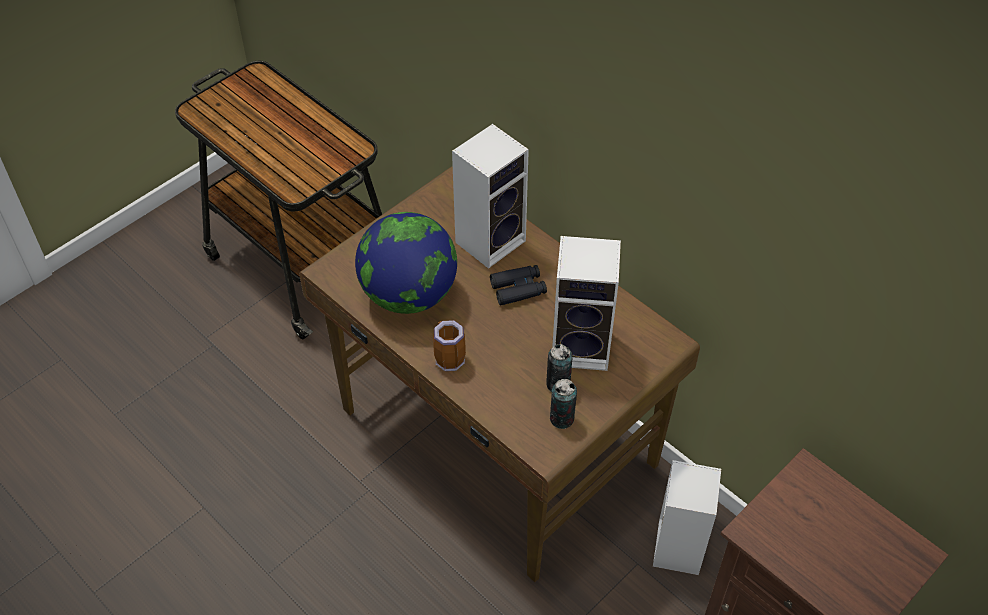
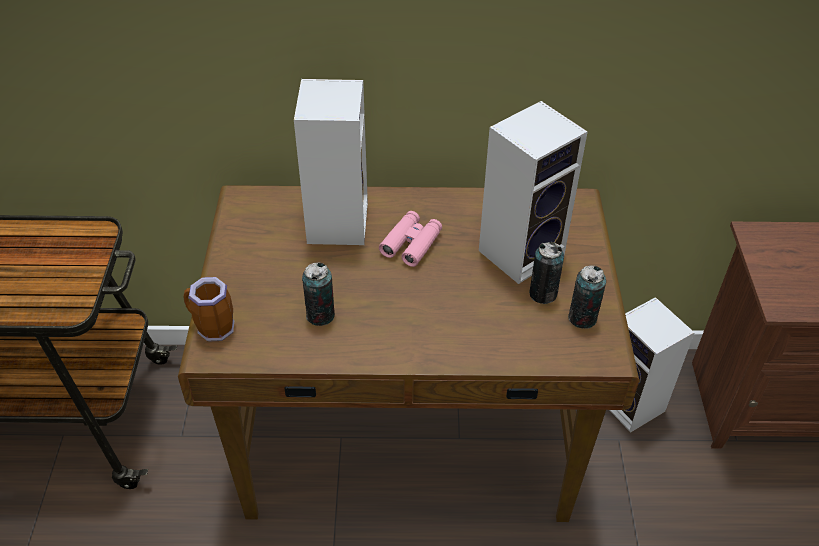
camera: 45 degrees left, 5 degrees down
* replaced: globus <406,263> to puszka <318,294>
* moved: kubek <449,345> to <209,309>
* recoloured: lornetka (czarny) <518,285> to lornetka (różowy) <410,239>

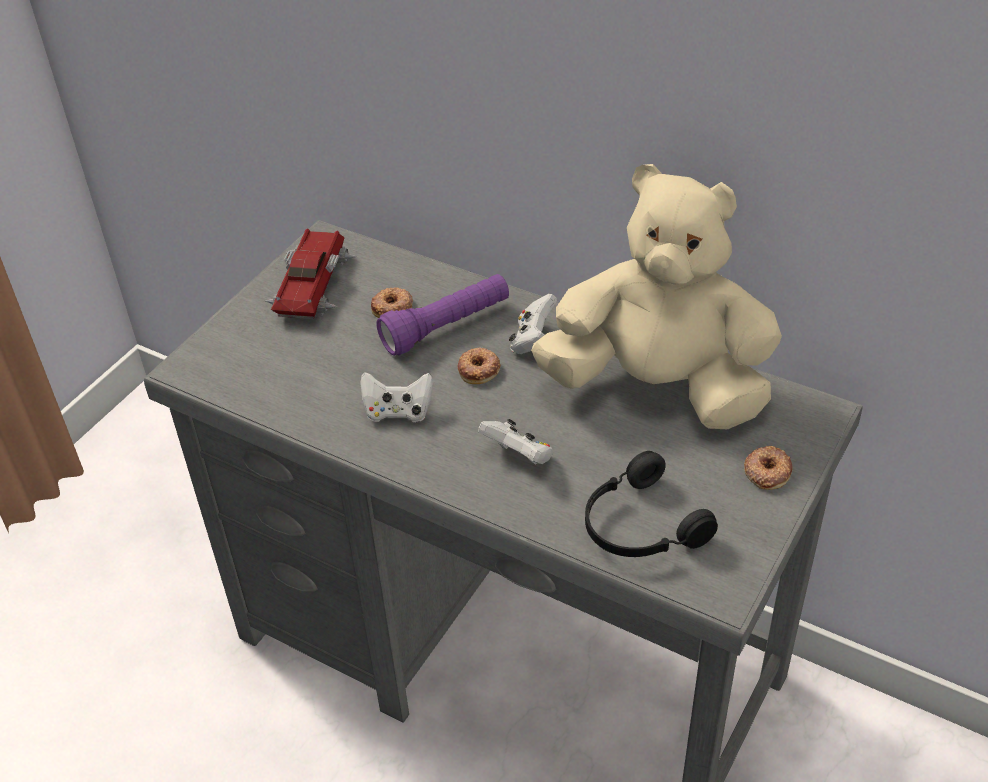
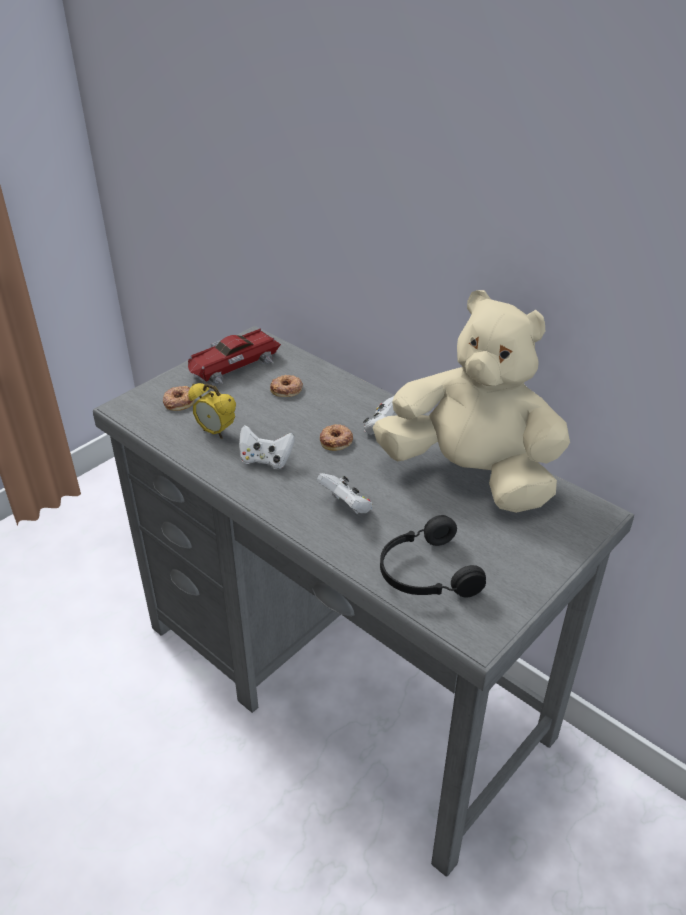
camera: 10 degrees right, 5 degrees down
* turned: samochodzik <311,273> = <234,356> 150 degrees counterclockwise
* removed: latarka (fioletowy) <442,315>
* moved: donut <768,468> to <179,398>
* added: budzik <212,411>

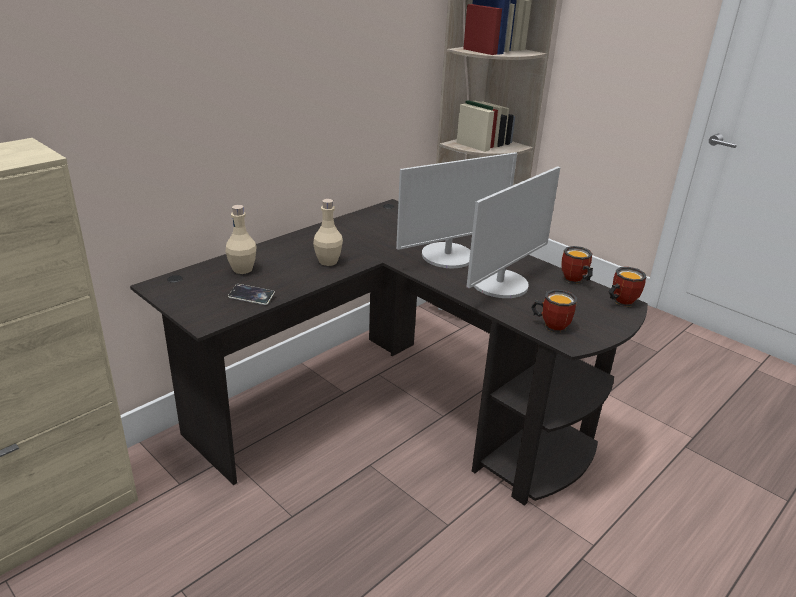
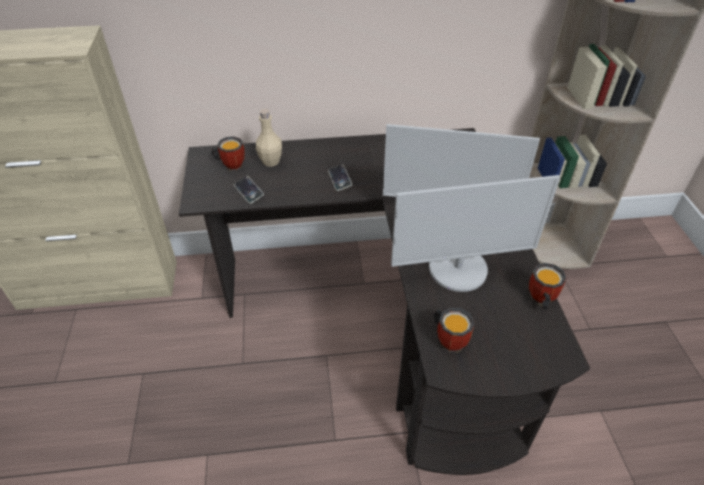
camera: 40 degrees right, 15 degrees up
* replaced: butelka (beżowy) <328,232> to telefon <340,177>
* moved: kubek <627,287> to <228,153>

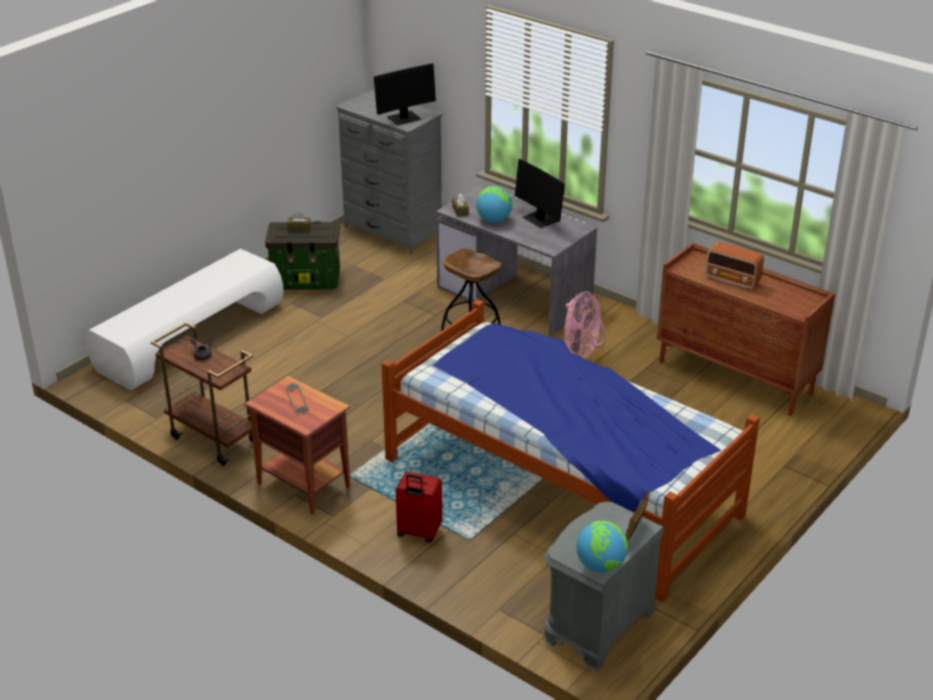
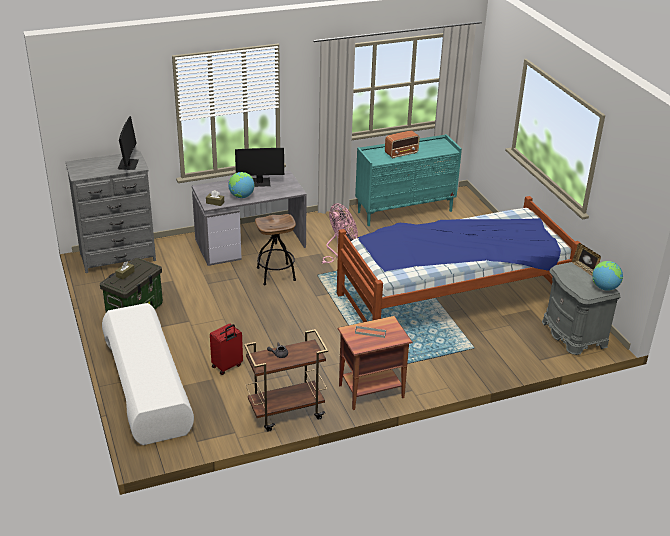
camera: 60 degrees left, 0 degrees up
* moved: walizka (czerwony) <419,507> to <226,349>
* recoloured: szafka (brązowy) <746,329> to szafka (turkusowy) <408,180>

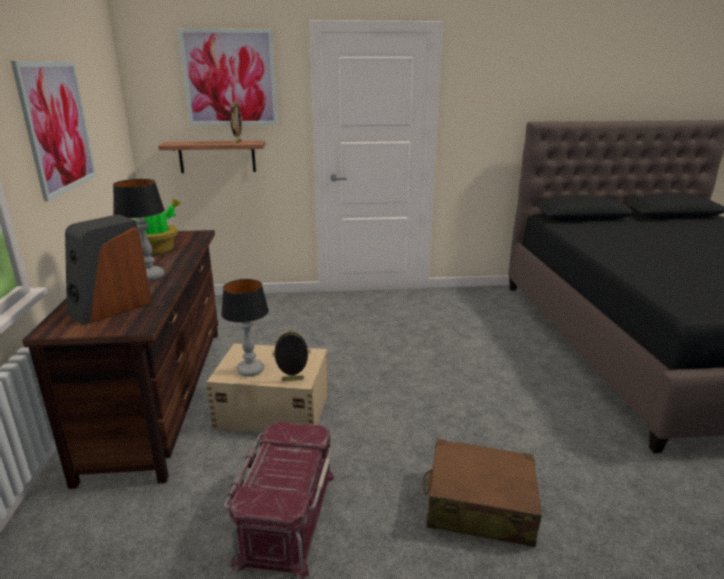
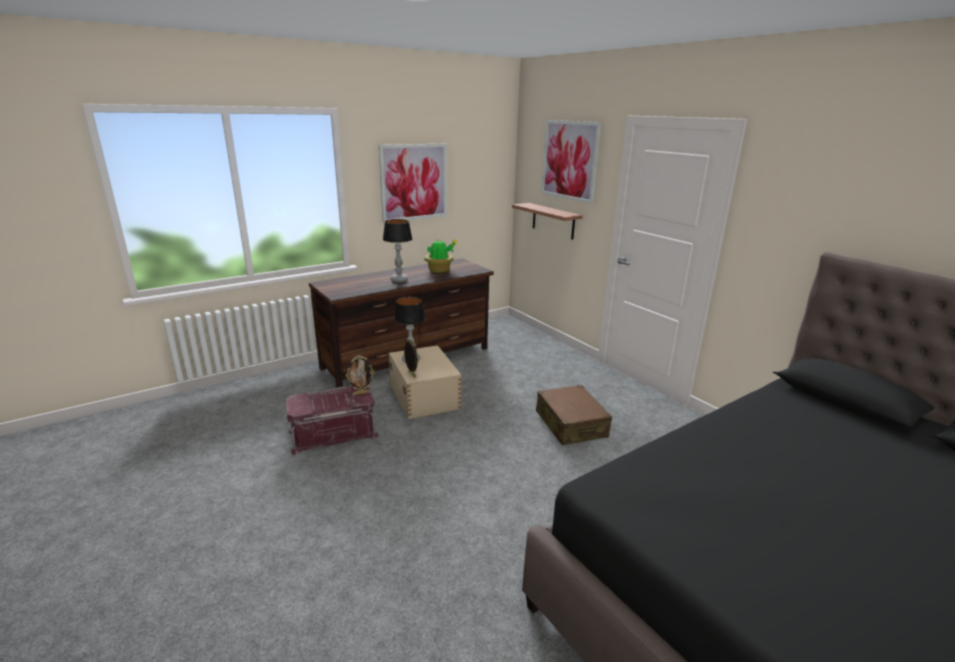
camera: 60 degrees right, 0 degrees up
* removed: głośnik <108,269>
* moved: ramka na zdjęcie <236,122> to <360,375>
* moved: walizka (brązowy) <483,493> to <574,415>

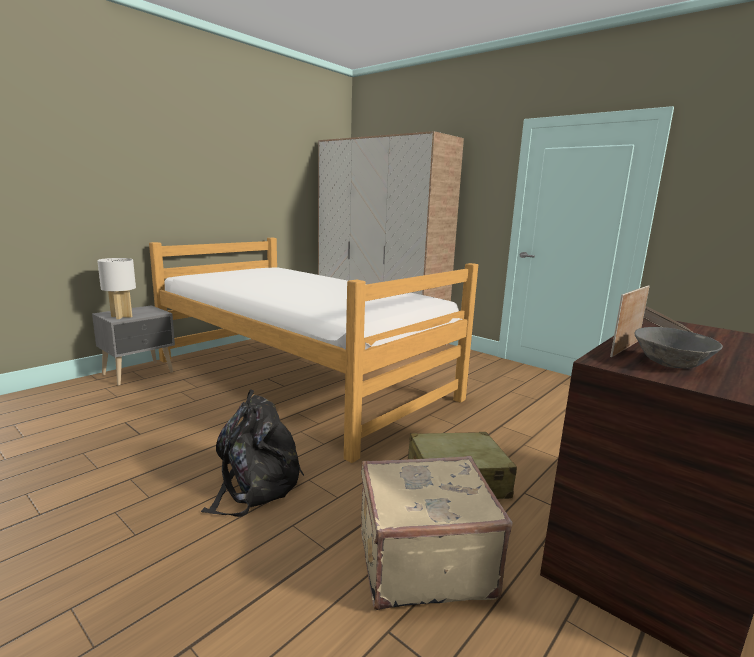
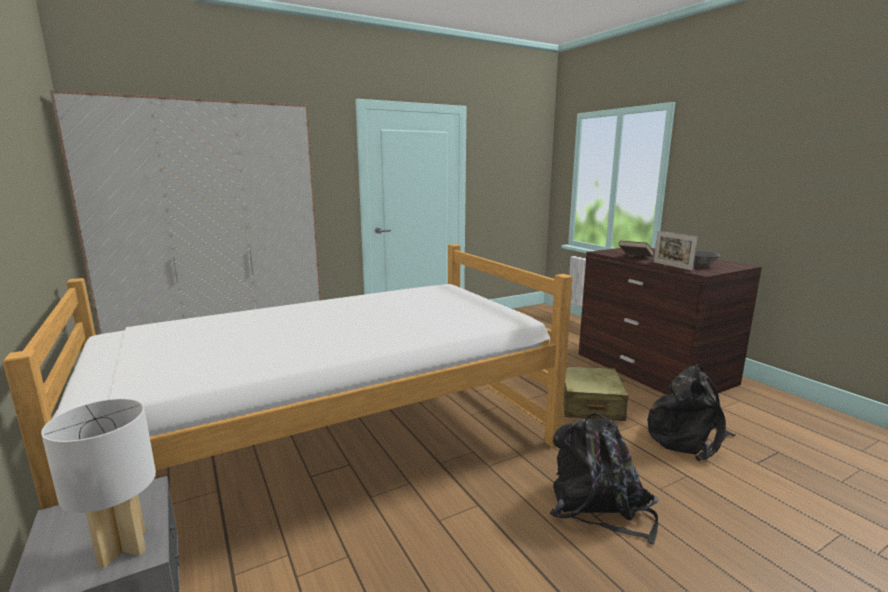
camera: 70 degrees left, 0 degrees up
* replaced: walizka (beżowy) <437,533> to plecak (czarny) <691,412>

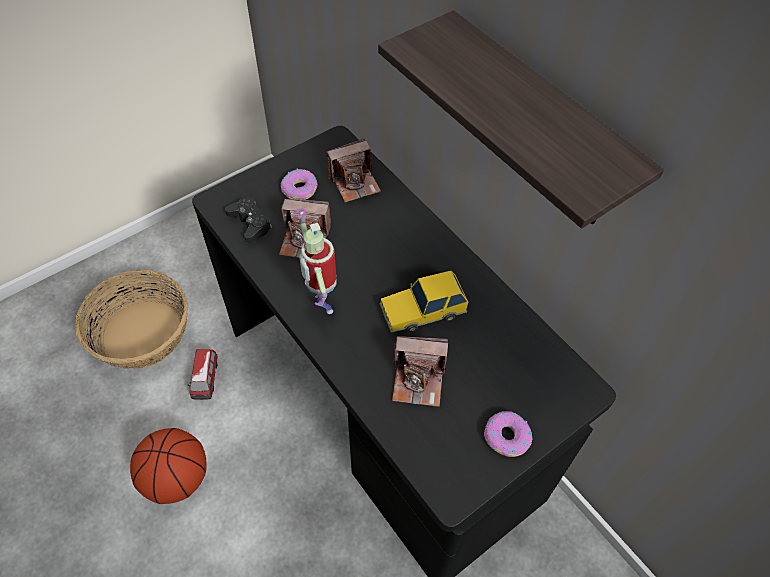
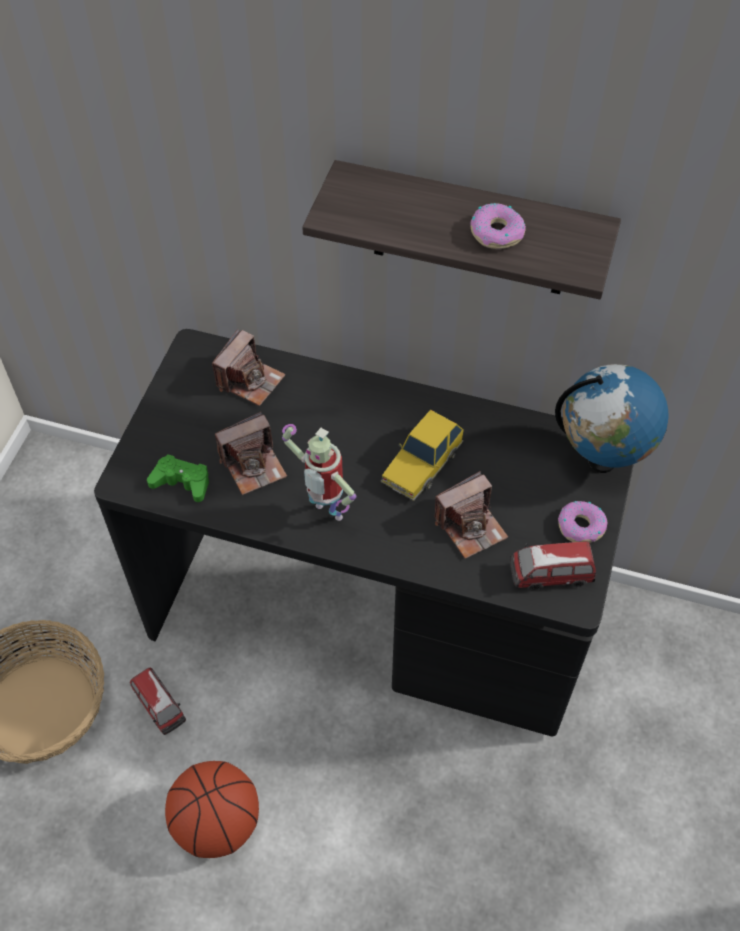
camera: 35 degrees left, 0 degrees up
* recoloured: pad do gier (czarny) <248,220> to pad do gier (zielony) <178,478>
* moved: donut <299,184> to <498,226>
* added: samochodzik <553,565>
* added: globus <612,418>

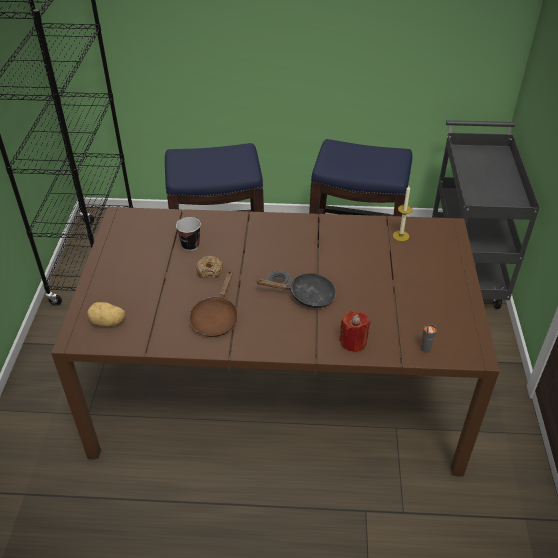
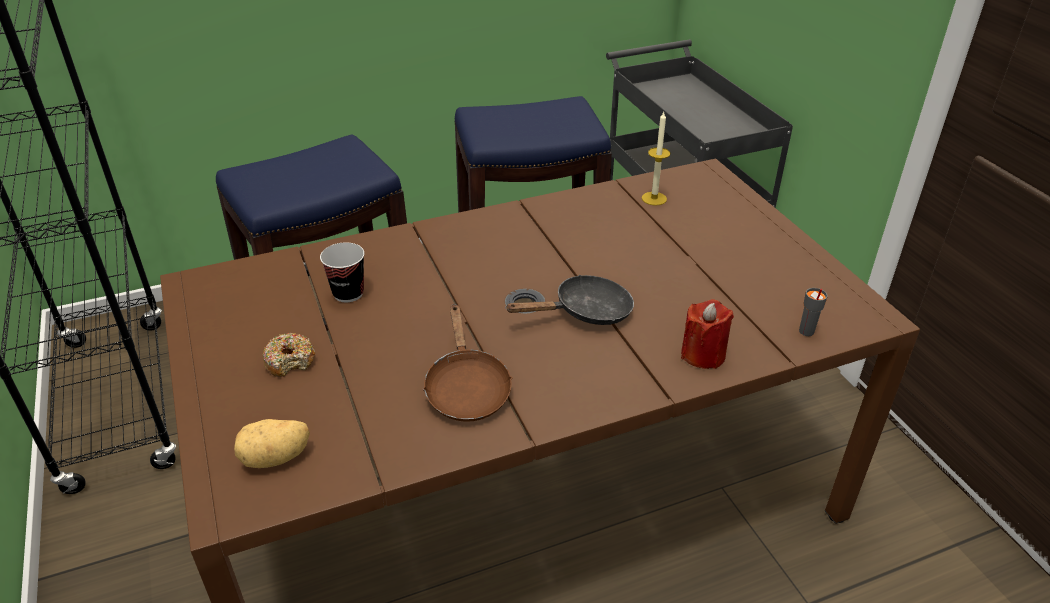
camera: 25 degrees left, 5 degrees down
* moved: donut <209,267> to <289,355>

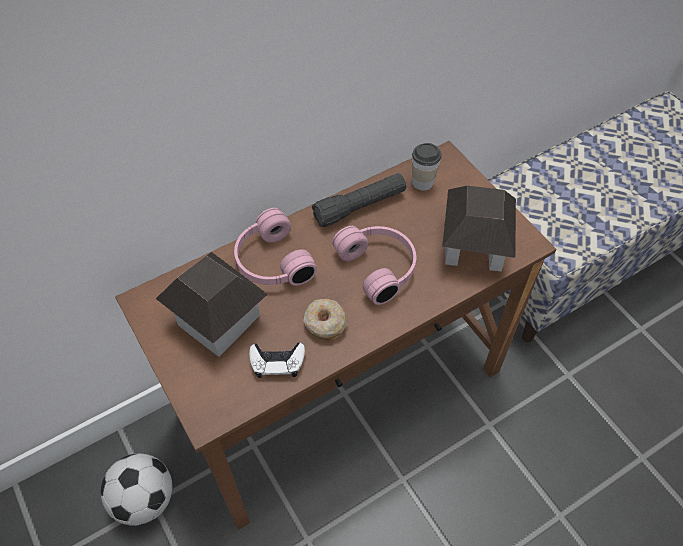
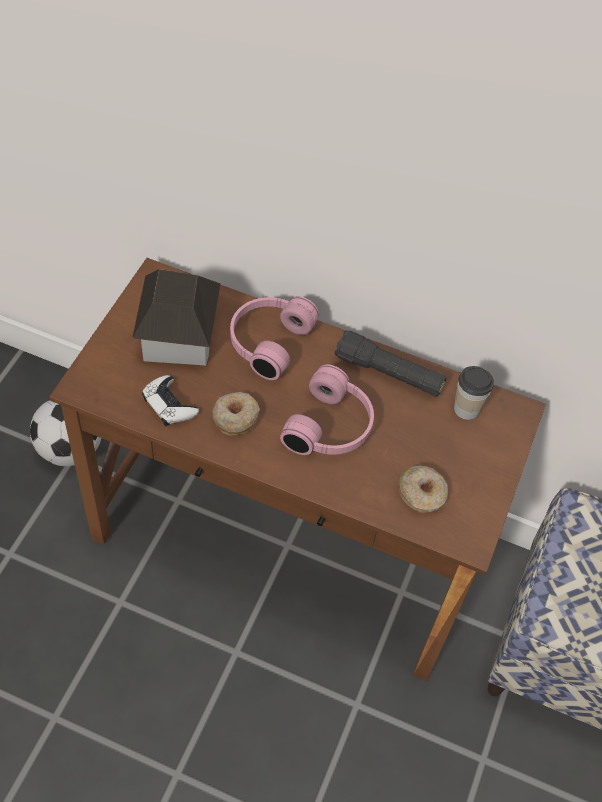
camera: 50 degrees right, 0 degrees up
* replaced: domek <479,229> to donut <423,489>

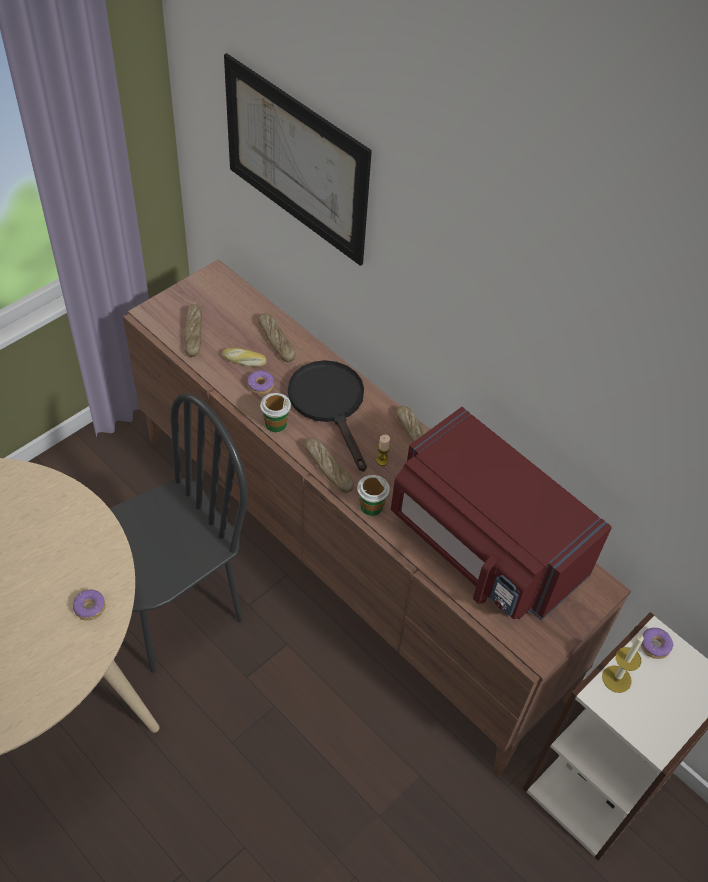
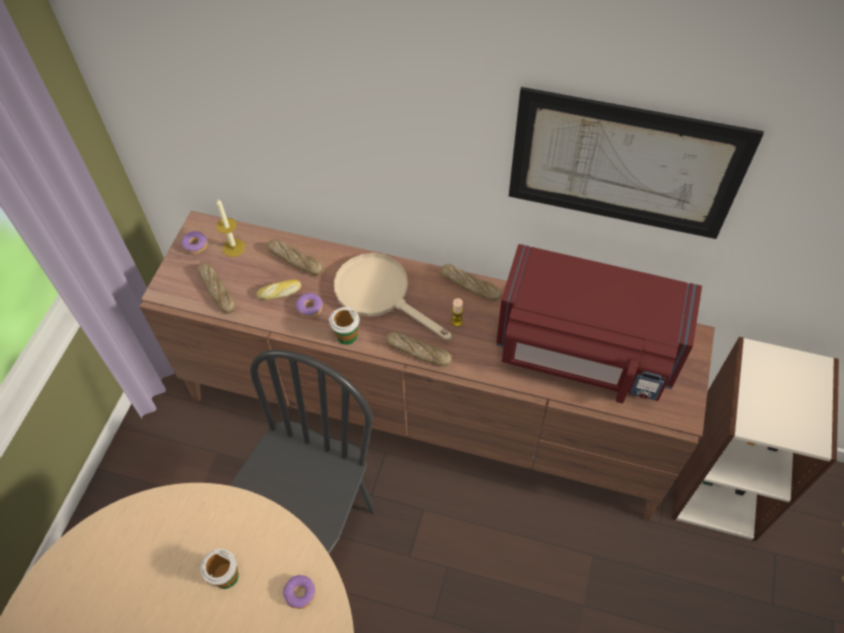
camera: 25 degrees left, 5 degrees up
* moved: obraz <298,159> to <636,163>
* recoloured: patelnia (czarny) <327,416> to patelnia (beżowy) <392,296>
* moved: filiżanka <373,495> to <219,569>
* moved: świeca <623,663> to <231,228>
* moved: donut <657,643> to <194,242>

